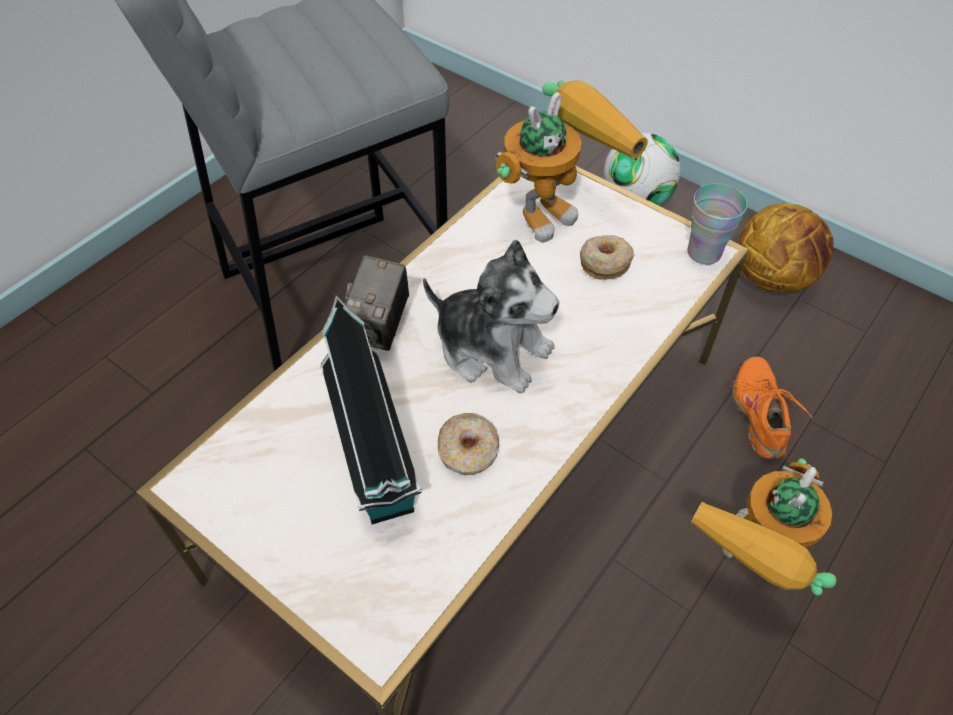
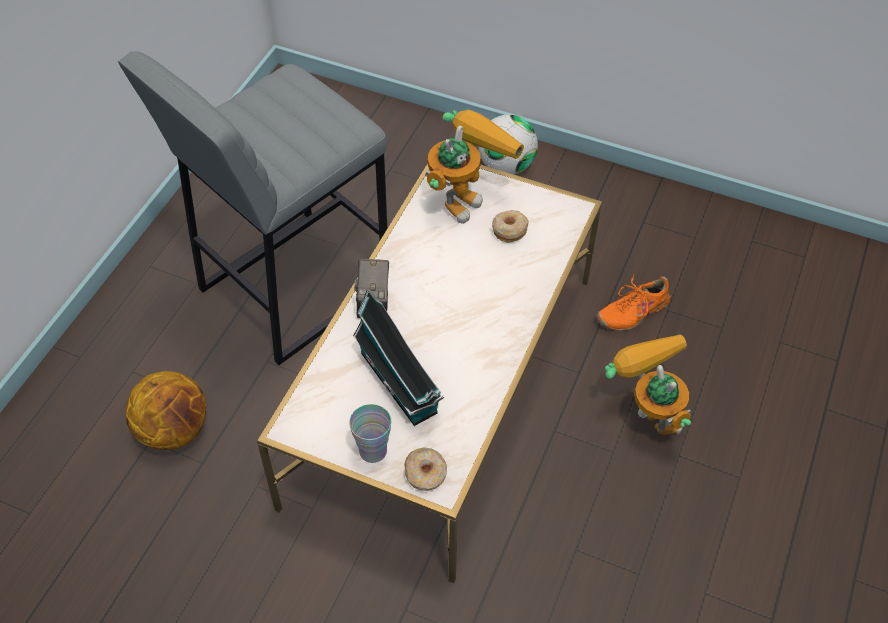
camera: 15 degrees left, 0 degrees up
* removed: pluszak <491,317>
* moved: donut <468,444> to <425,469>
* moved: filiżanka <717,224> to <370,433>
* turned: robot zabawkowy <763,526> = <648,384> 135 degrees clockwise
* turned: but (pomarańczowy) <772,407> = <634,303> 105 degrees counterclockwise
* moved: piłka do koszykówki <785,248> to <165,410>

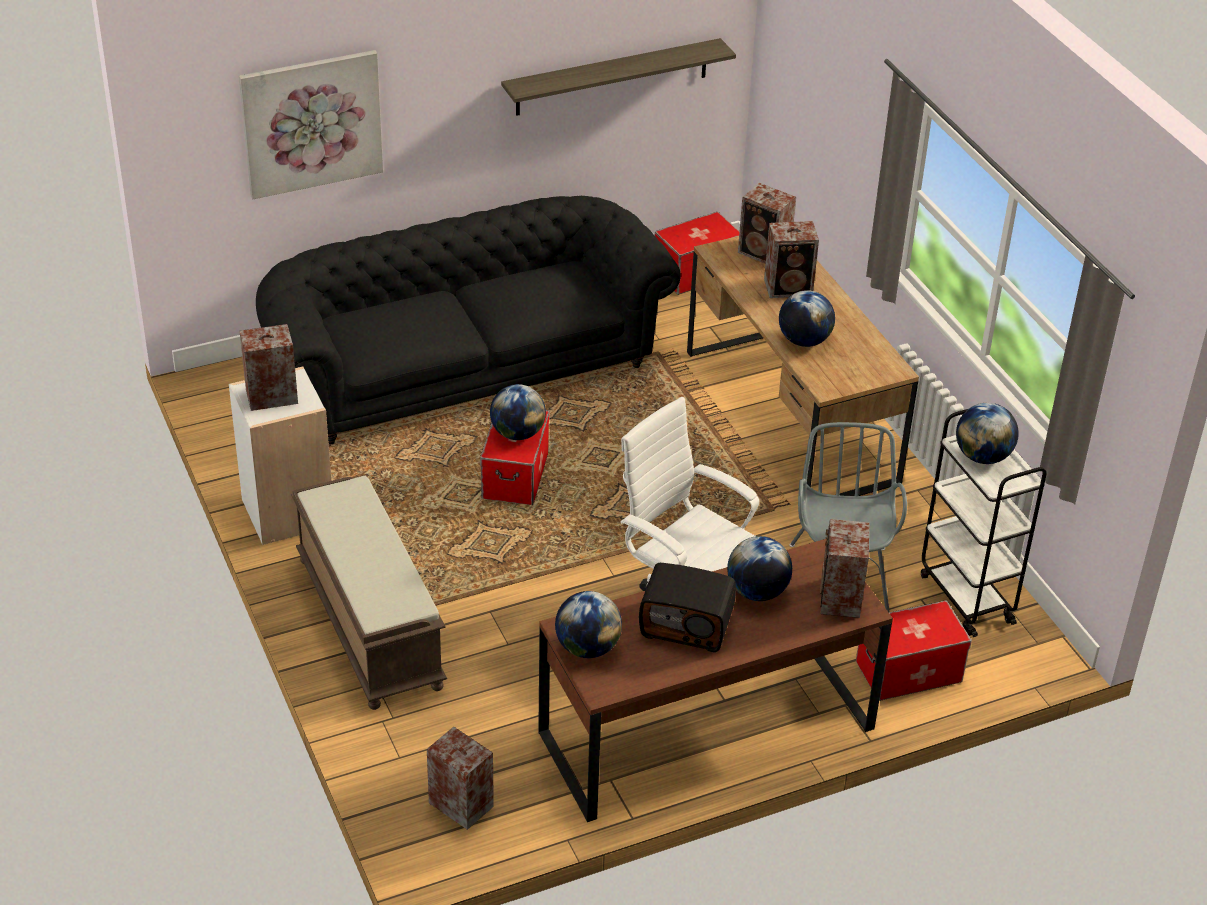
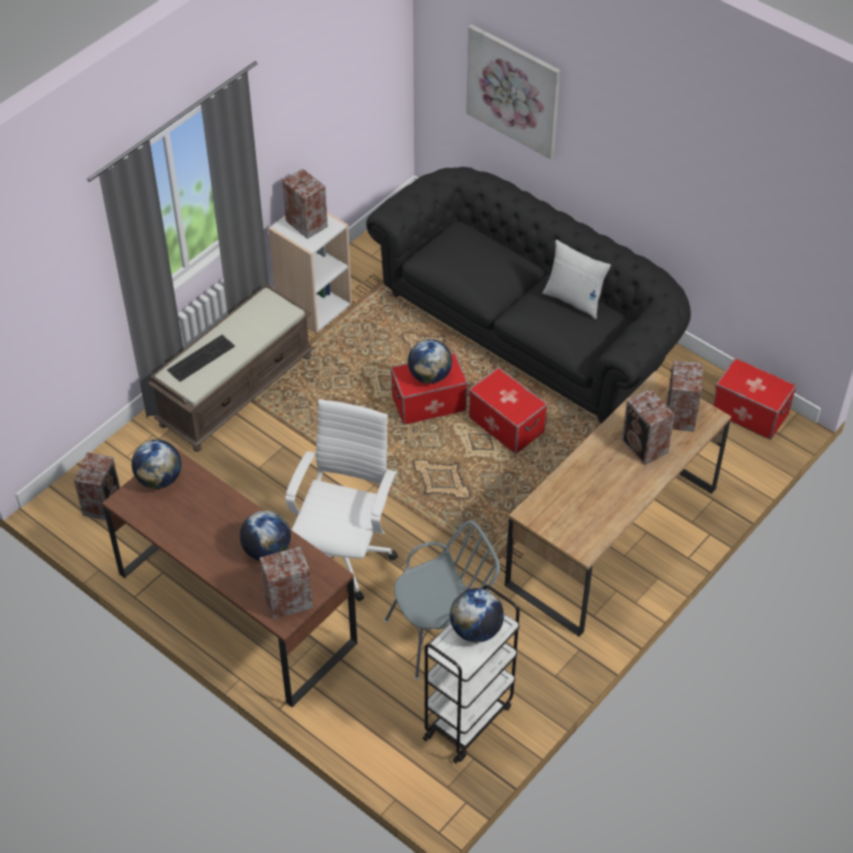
camera: 65 degrees right, 10 degrees up
* removed: półka <618,77>
* removed: radio <687,607>
* removed: globus <807,318>
* moved: pojemnik do przechowywania <914,650> to <508,410>
* added: klawiatura <201,358>
* added: poduszka (szary) <577,279>

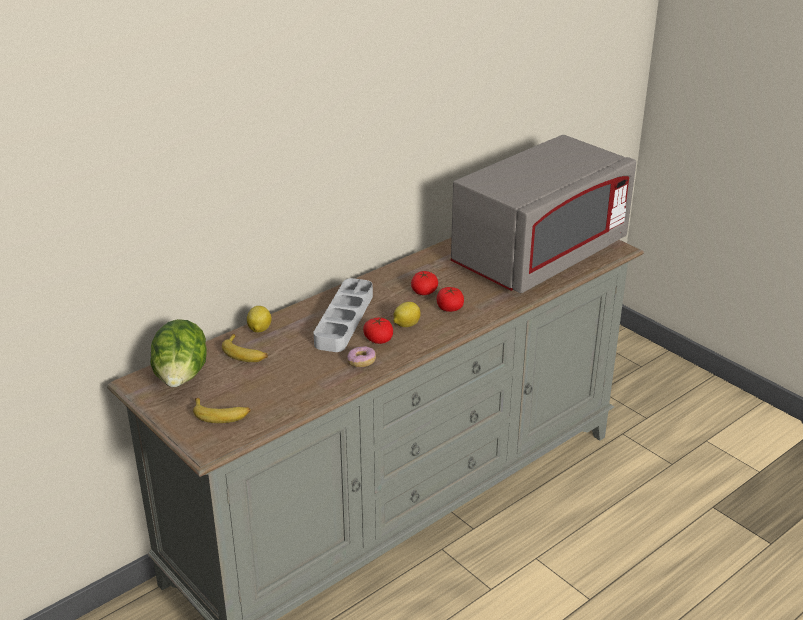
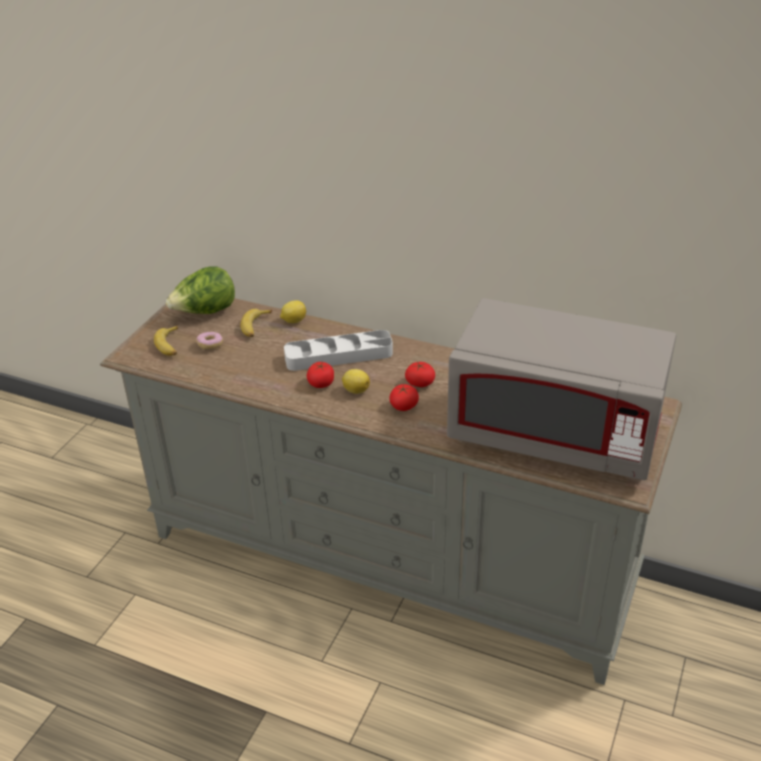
camera: 65 degrees right, 5 degrees up
* moved: donut <361,356> to <209,340>

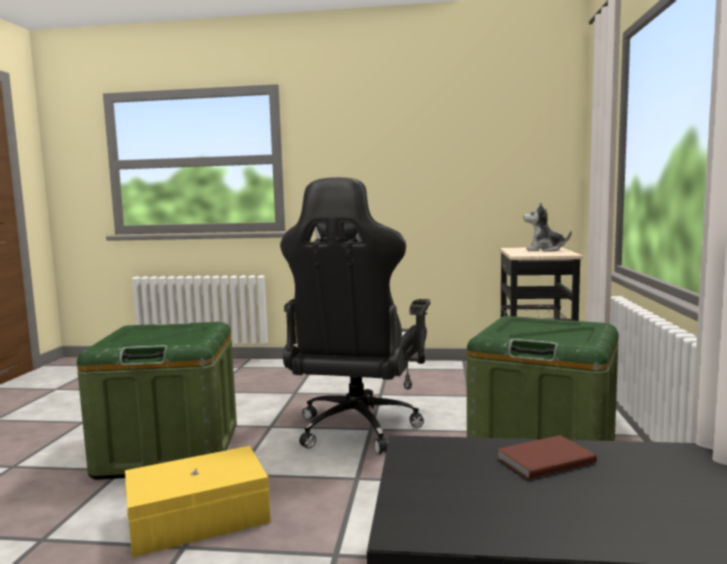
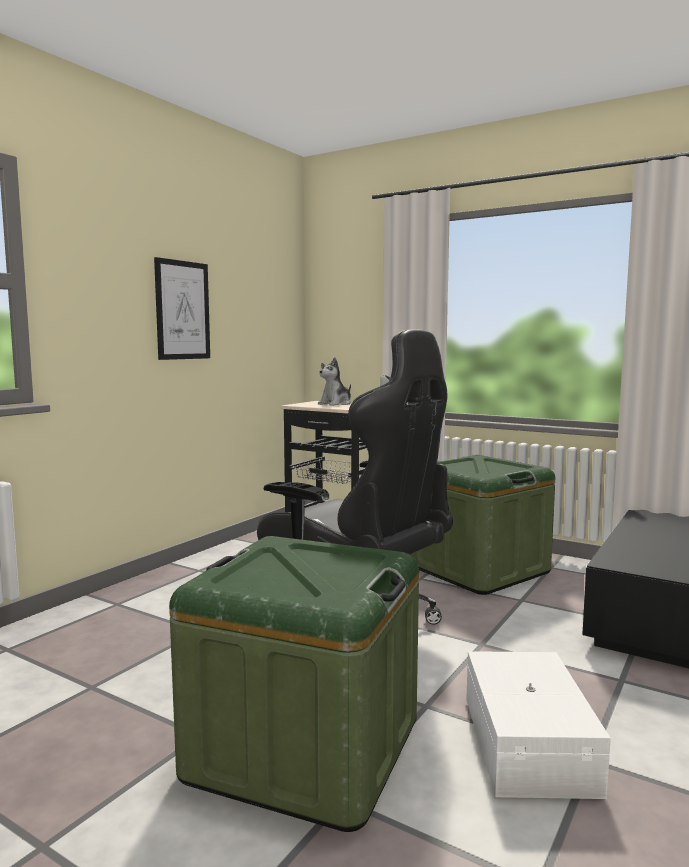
camera: 65 degrees left, 0 degrees up
* recoloured: pojemnik do przechowywania (żółty) <198,501> to pojemnik do przechowywania (biały) <538,725>
* removed: książka (brązowy) <547,457>
* added: obraz <182,308>

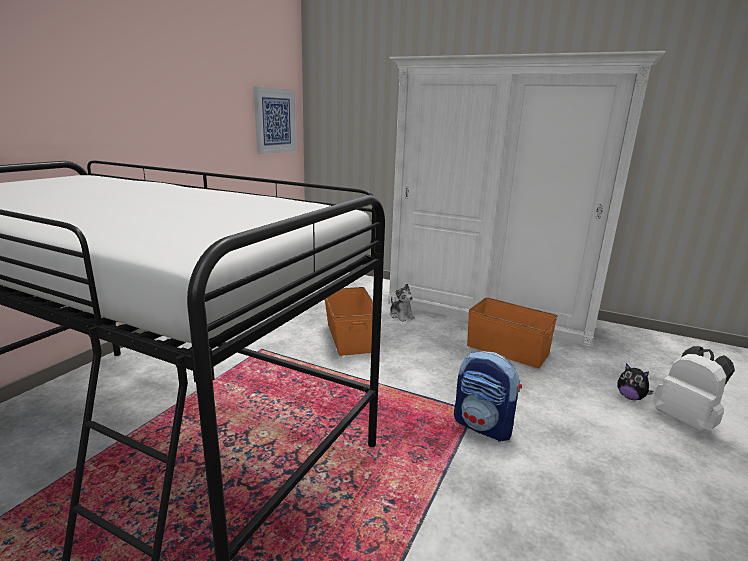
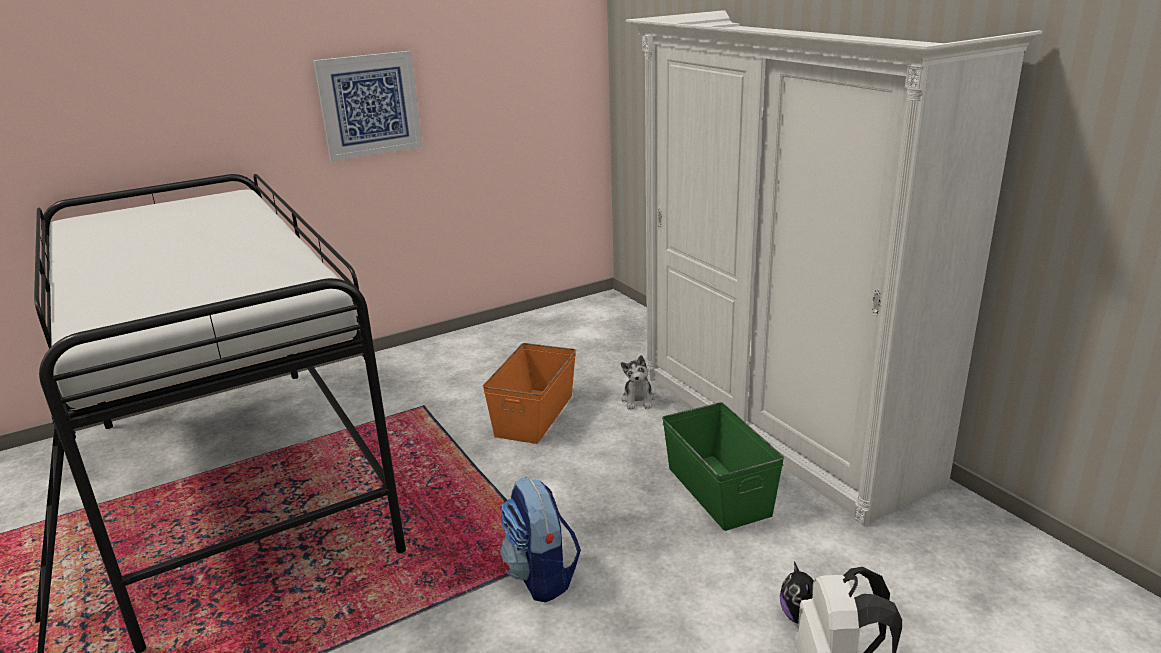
camera: 35 degrees right, 5 degrees up
* moved: obraz <275,120> to <368,106>
* recoloured: pojemnik do przechowywania (pomarańczowy) <512,332> to pojemnik do przechowywania (zielony) <723,466>

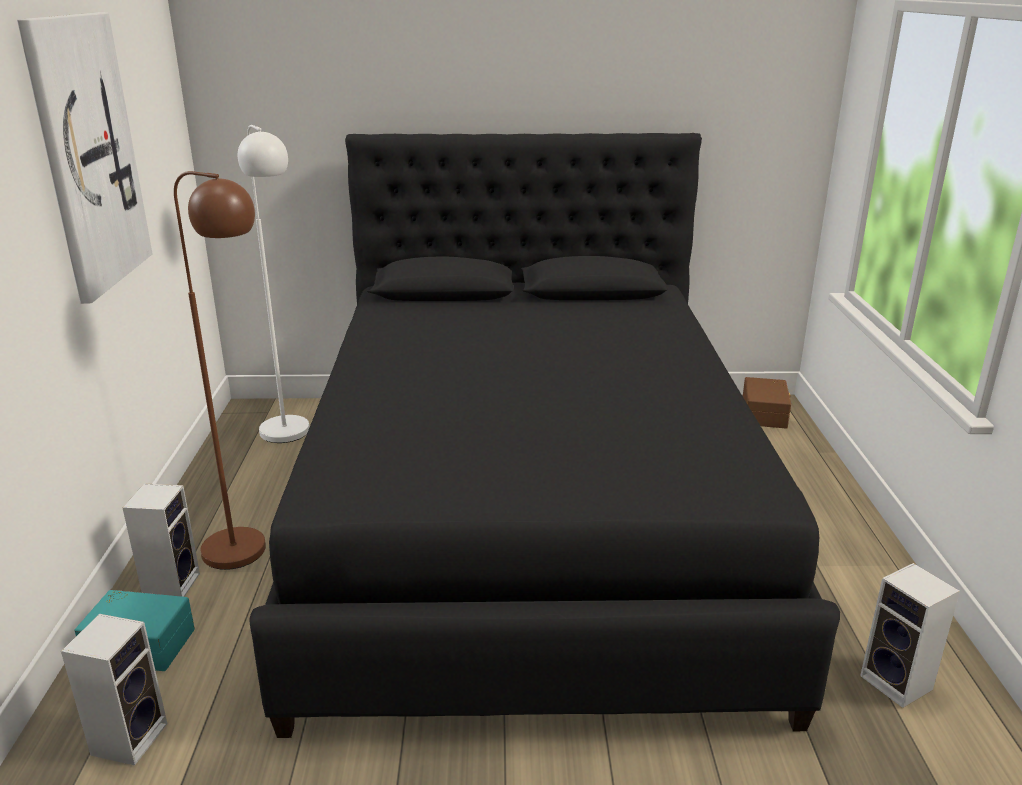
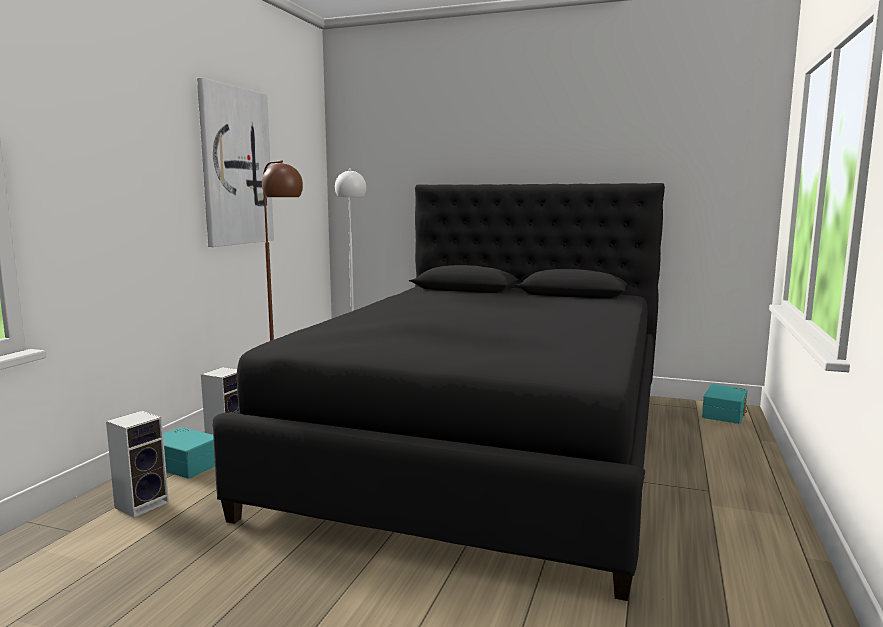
camera: 20 degrees right, 15 degrees down
* recoloured: pojemnik do przechowywania (brązowy) <767,403> to pojemnik do przechowywania (turkusowy) <725,404>
* removed: głośnik <910,635>

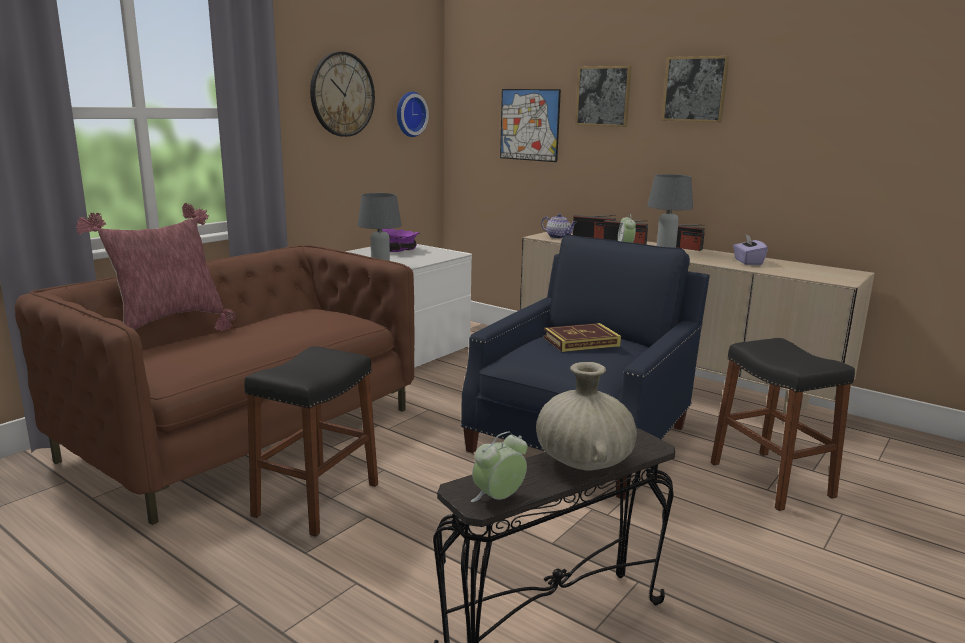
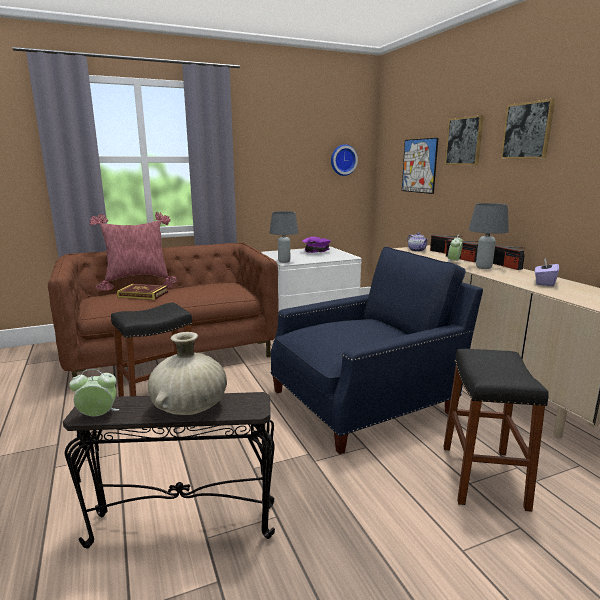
camera: 30 degrees right, 0 degrees up
* removed: zegar ścienny <342,94>
* moved: książka <582,337> to <142,292>

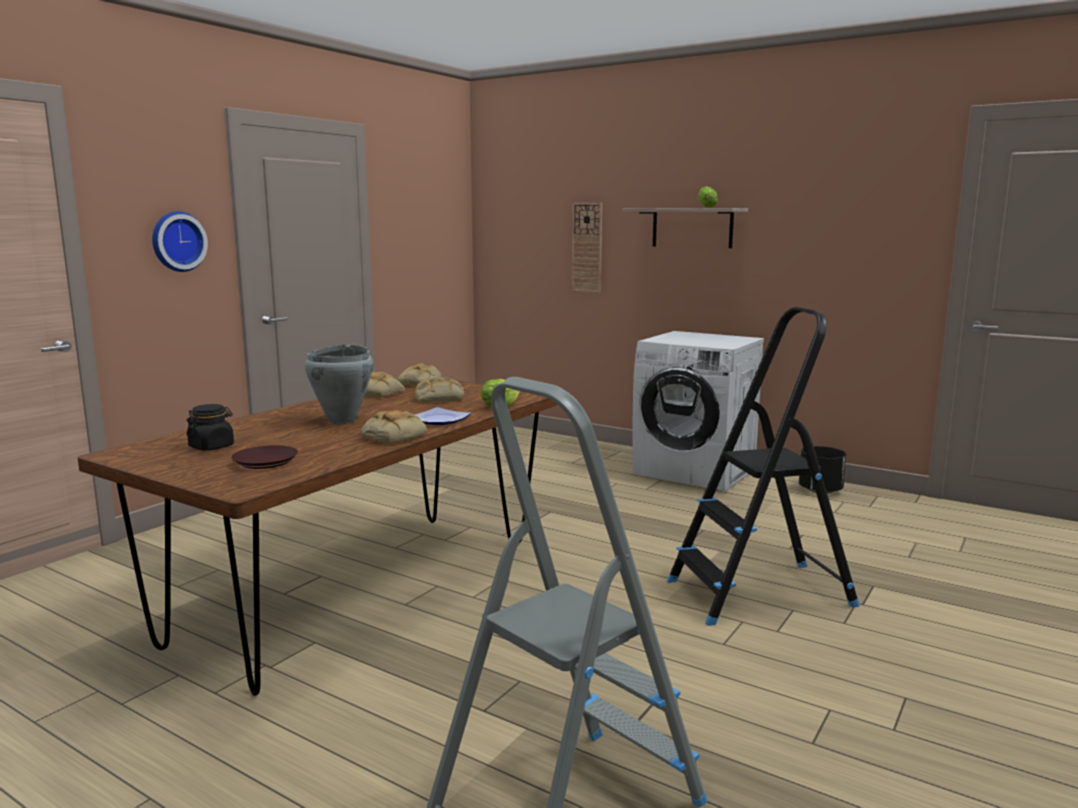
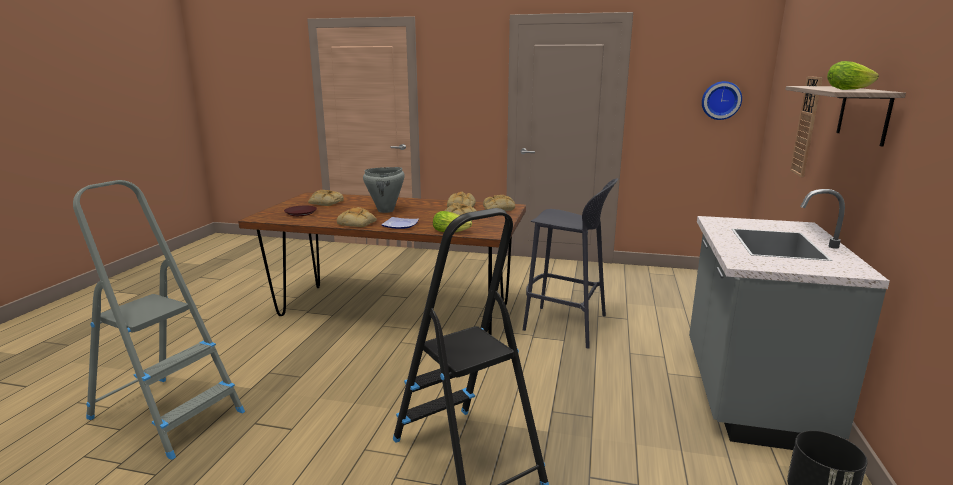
camera: 70 degrees right, 5 degrees up
* moved: zegar ścienny <180,241> to <722,100>
* replaced: słoik (czarny) <210,427> to chleb <326,198>
* replaced: pralka (biały) <698,411> to zabudowa kuchenna (szary) <789,319>
* added: stołek (szary) <570,263>

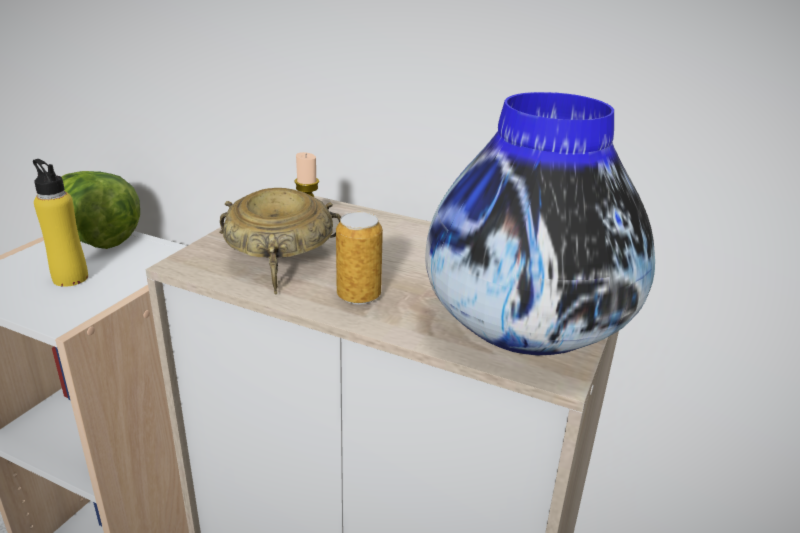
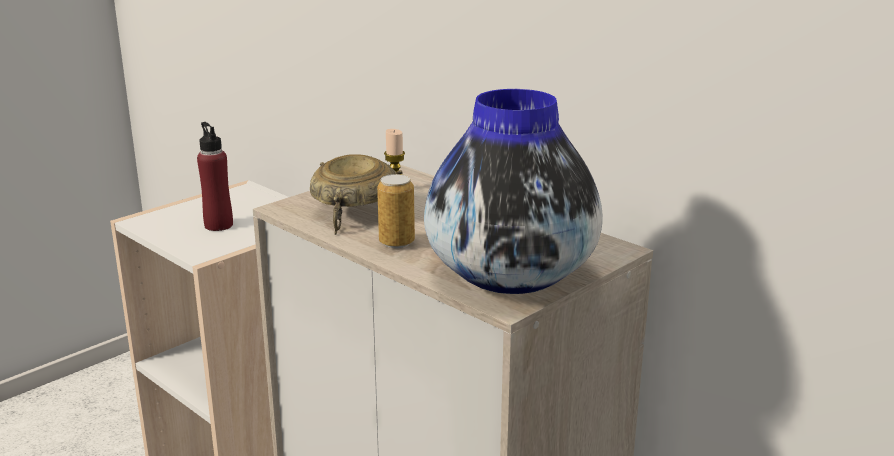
camera: 20 degrees right, 5 degrees down
* recoloured: butelka (żółty) <60,223> to butelka (czerwony) <215,176>
* removed: sałata <101,210>

